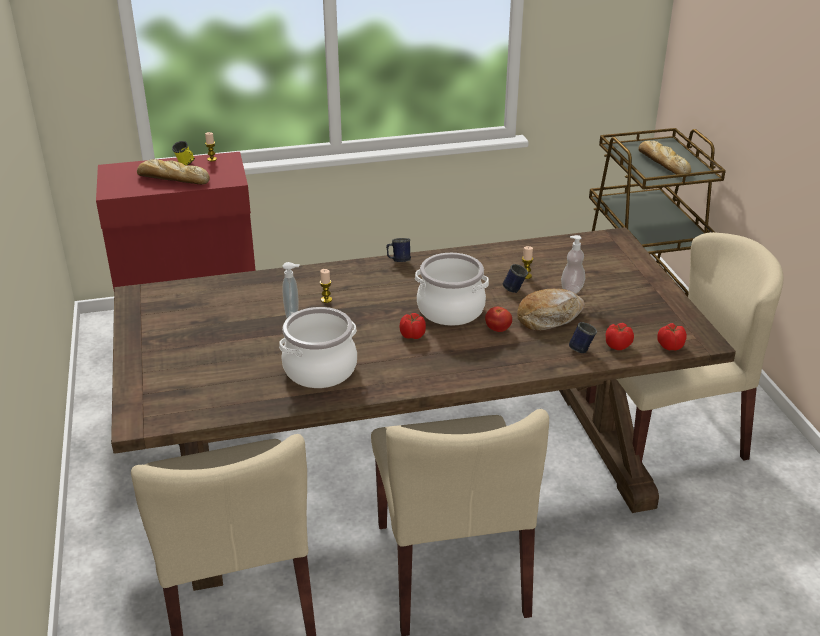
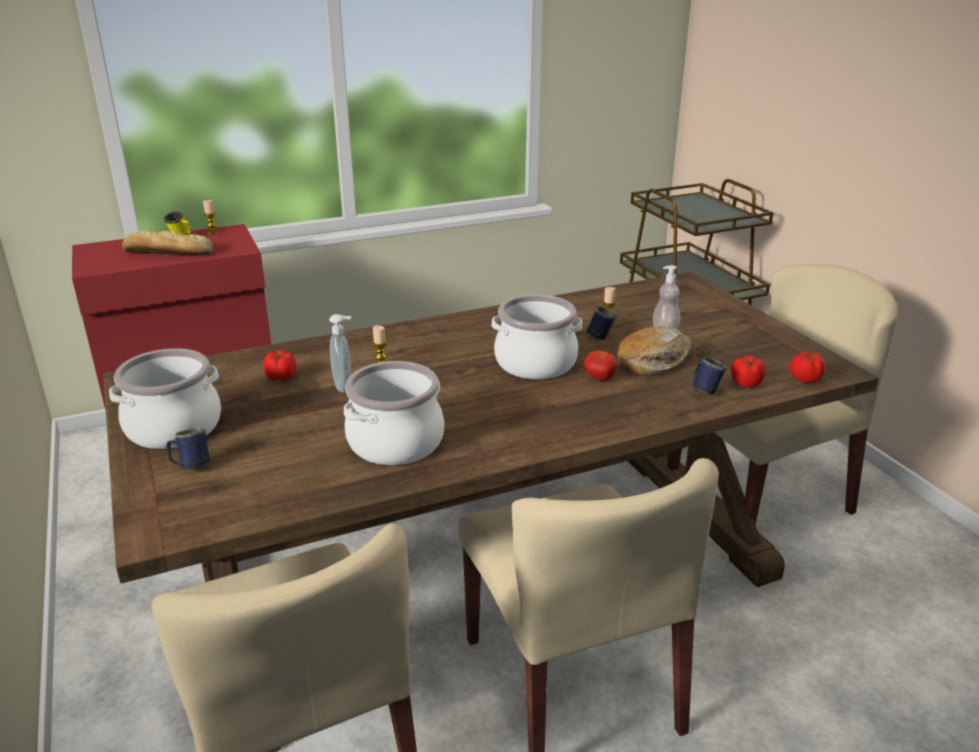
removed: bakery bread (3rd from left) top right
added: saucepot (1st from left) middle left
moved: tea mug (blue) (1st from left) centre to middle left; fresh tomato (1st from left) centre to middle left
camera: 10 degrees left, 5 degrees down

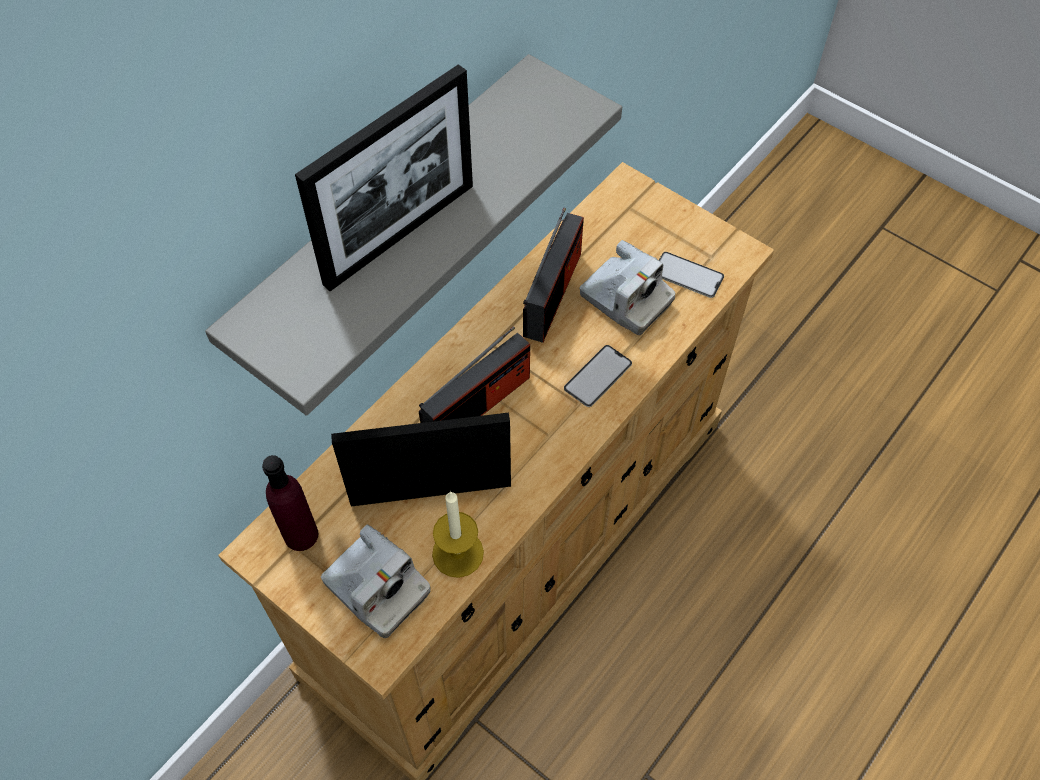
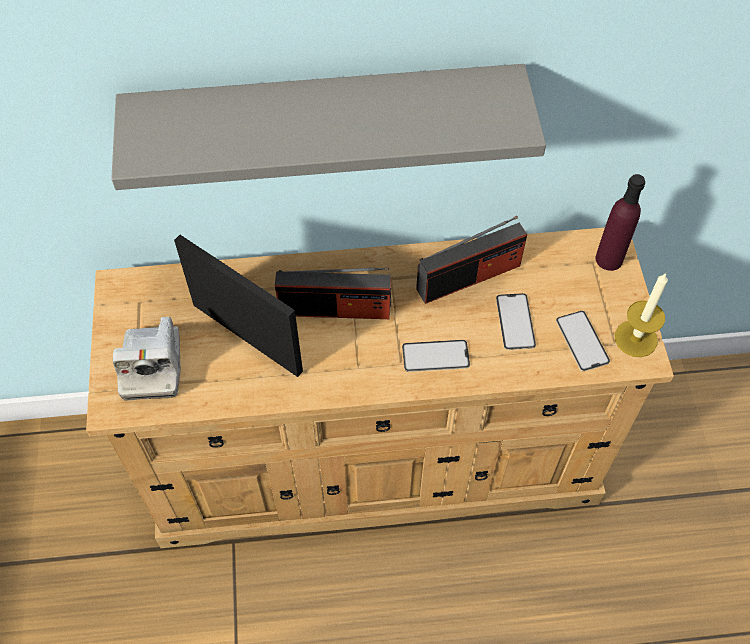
removed: photo frame (1st from left) top centre
moved: beverage bottle (purple) middle left to middle right; wax candle bottom centre to middle right
replaced: still camera (2nd from left) centre to phone (2nd from left) middle right
camera: 45 degrees right, 0 degrees up

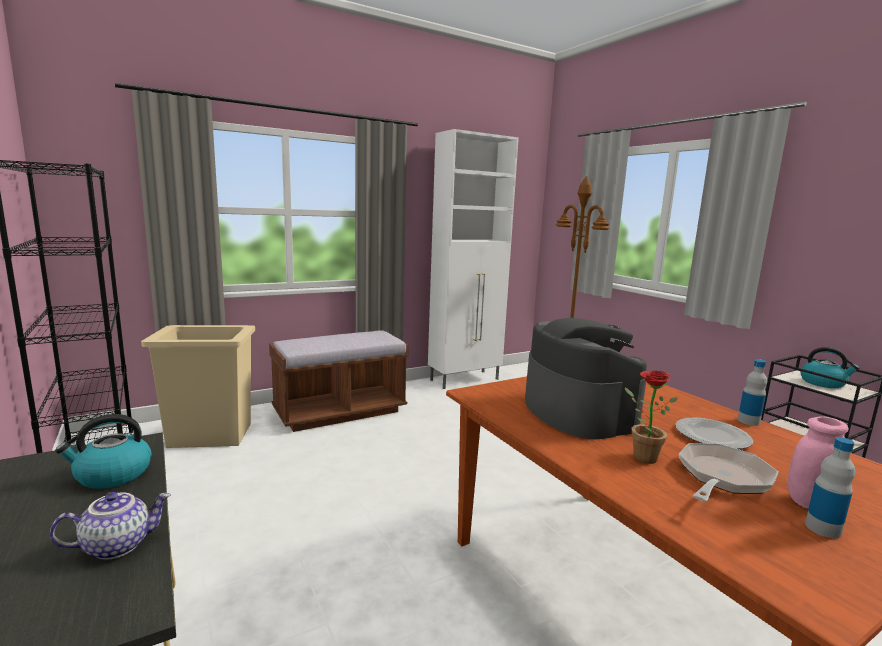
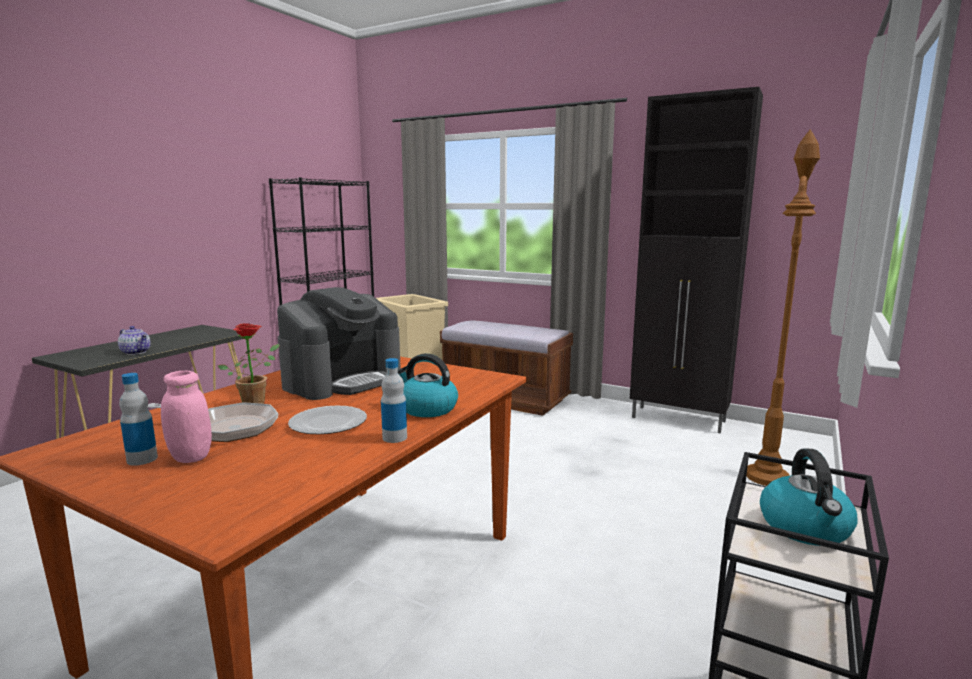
moved: kettle (1st from left) bottom left to centre
recoloured: cupboard (white) centre to cupboard (blackish) middle right
camera: 60 degrees right, 0 degrees up

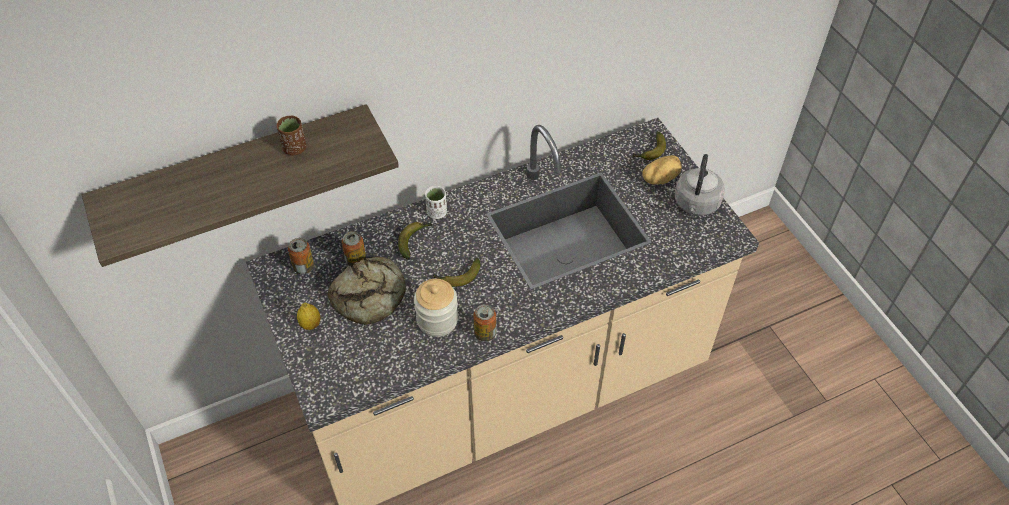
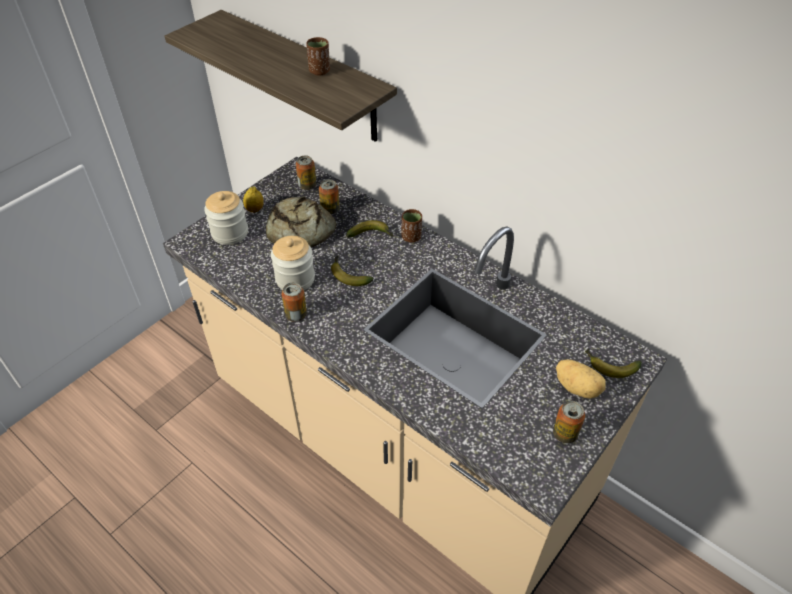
added: jar (1st from left) middle left
replaced: kettle (grey) middle right to sealed can (4th from left) bottom right
recoloured: drinking cup (white) centre to drinking cup (brown) (2nd from left) centre
camera: 65 degrees right, 5 degrees down

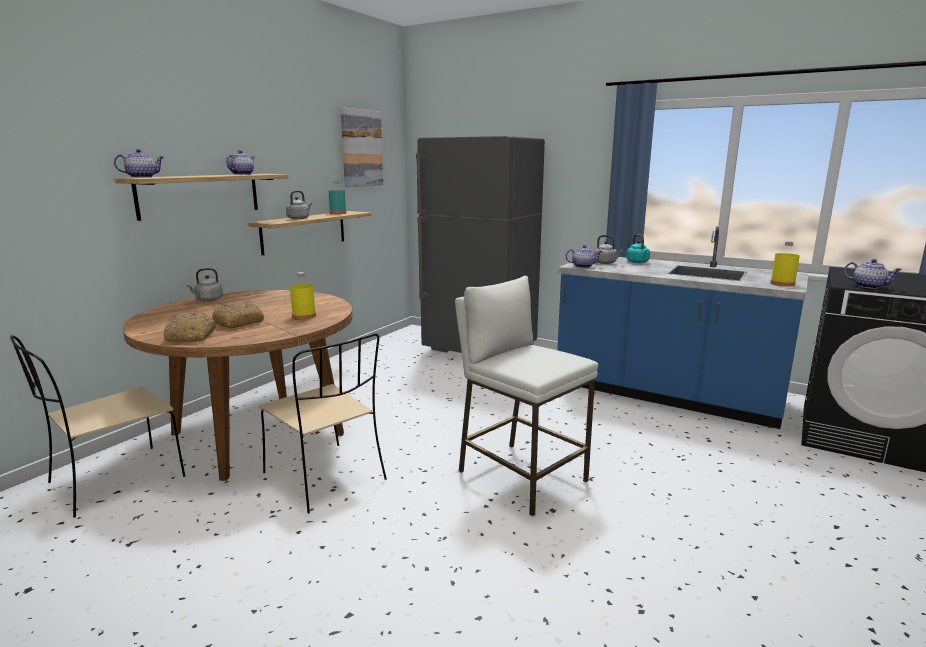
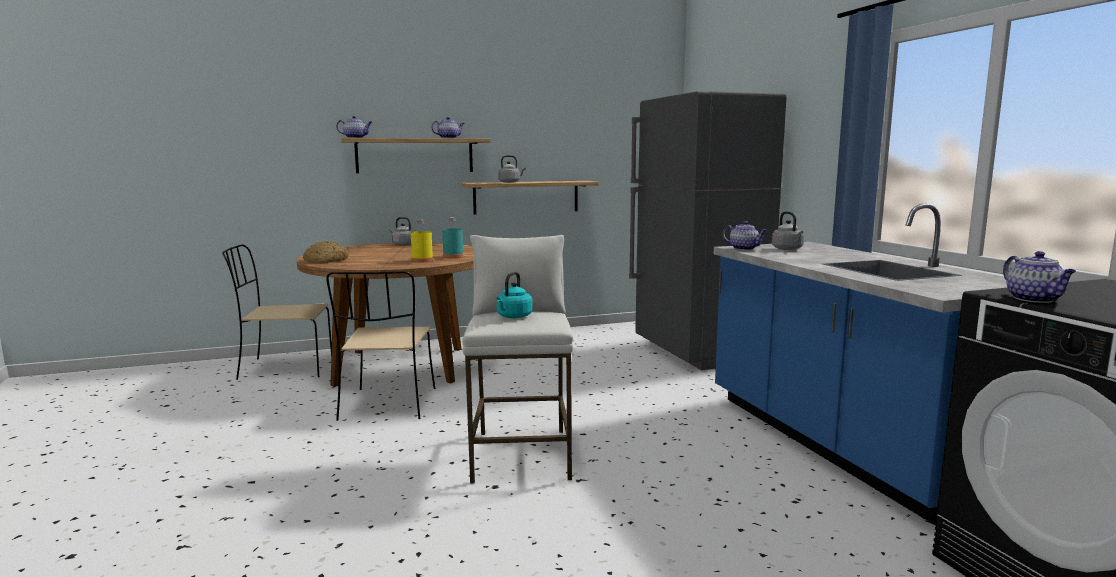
removed: bakery bread (2nd from left) middle left; picture top centre; beverage bottle (yellowish) (2nd from left) middle right
moved: beverage bottle (blue-green) top centre to centre; kettle (blue-green) middle right to centre
camera: 40 degrees right, 5 degrees down

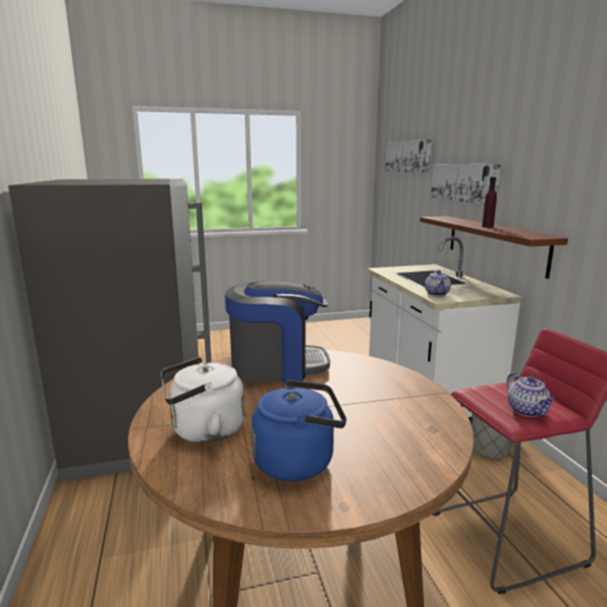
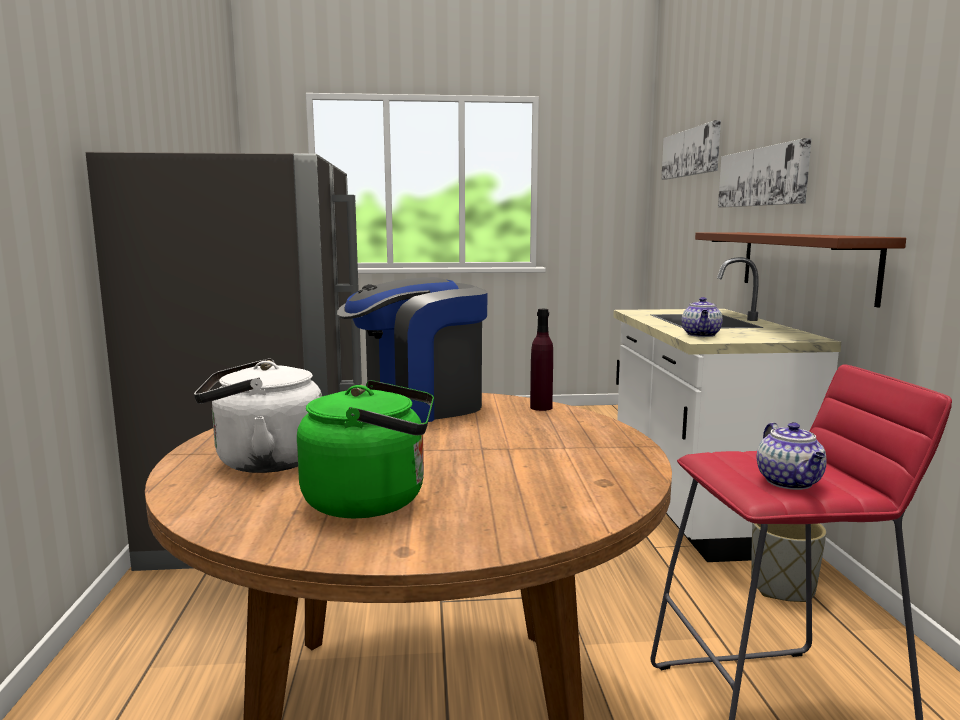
moved: beverage bottle (purple) top right to centre
recoloured: kettle (blue) bottom centre to kettle (green) centre
turned: coffee maker centre = centre 150 degrees clockwise
camera: 10 degrees right, 5 degrees down

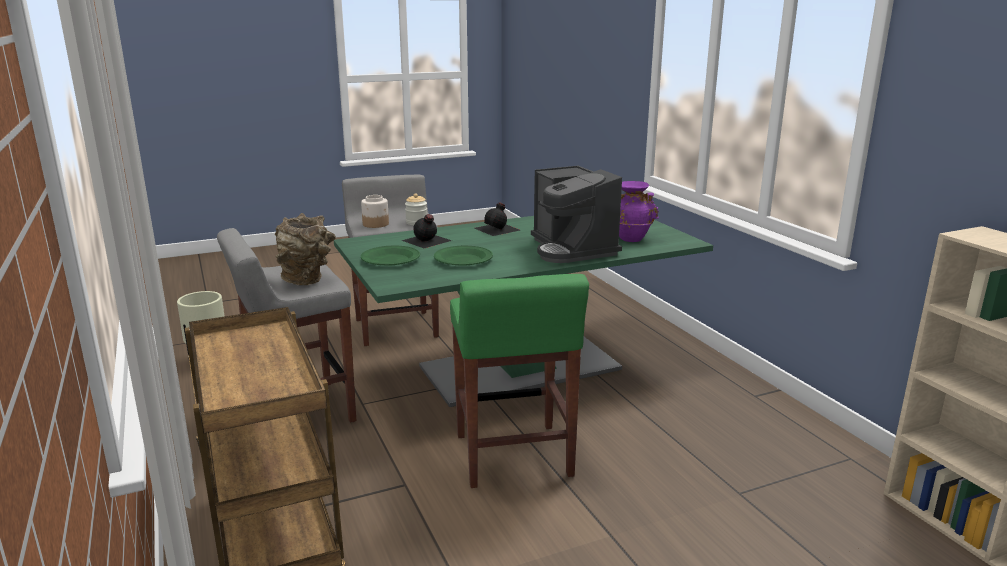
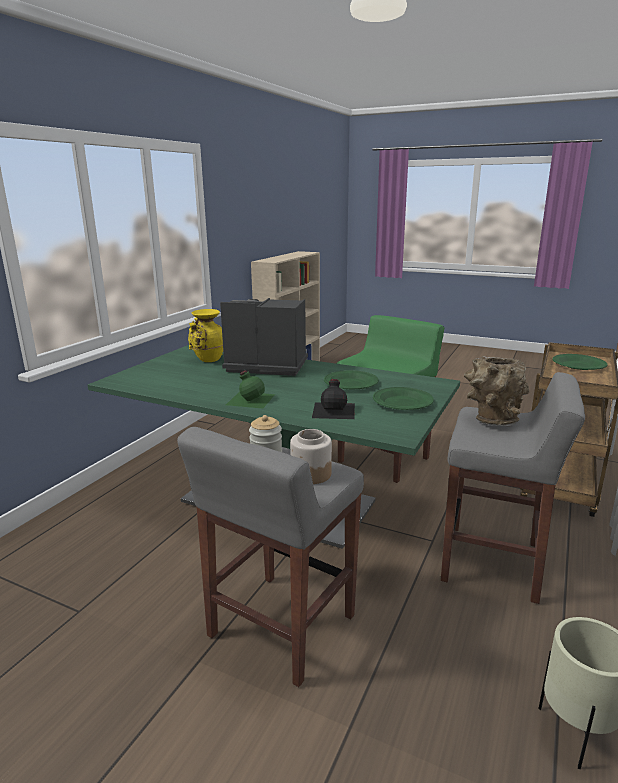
added: flat dish (green) (3rd from left) middle right
recoloured: flower vase (purple) centre to flower vase (yellowish) middle left; beverage bottle (blackish) (2nd from left) centre to beverage bottle (green) centre
turned: coffee maker centre = centre 105 degrees counterclockwise
camera: 130 degrees left, 0 degrees up

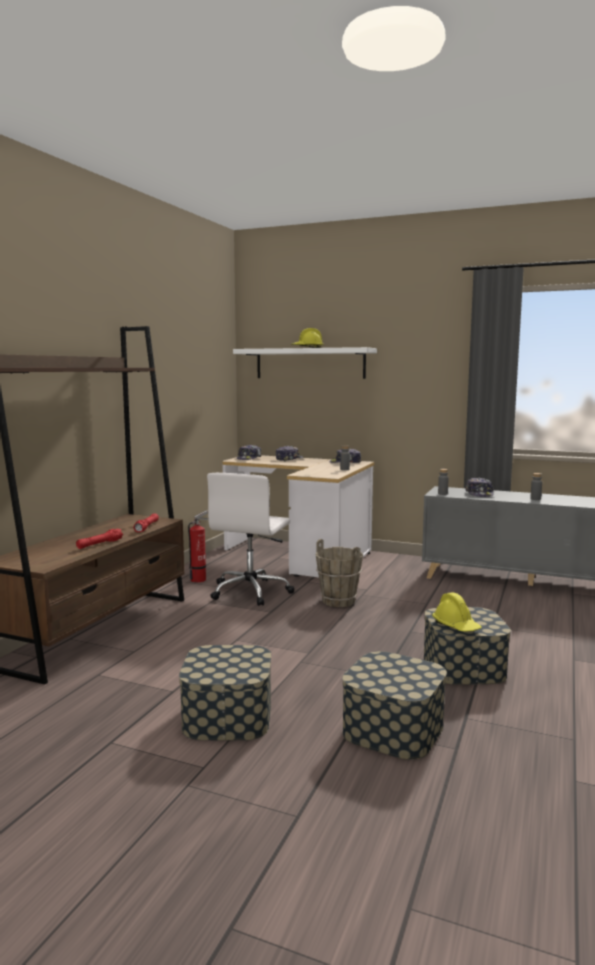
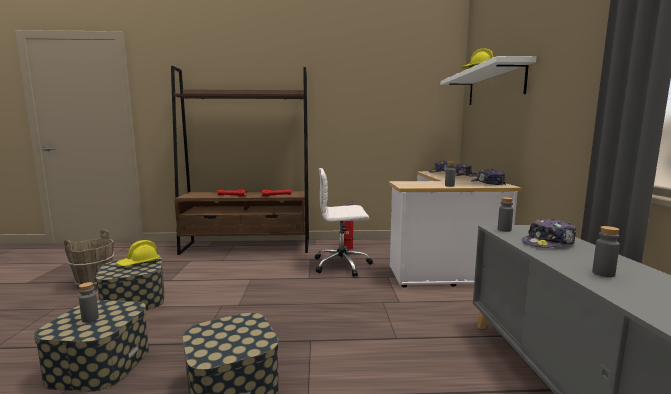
added: beverage bottle (grey) (1st from left) bottom left
moved: water bucket (brown) centre to middle left; work helmet (yellowish) (2nd from left in the first image) middle right to work helmet (yellowish) (1st from left) middle left
camera: 65 degrees right, 0 degrees up

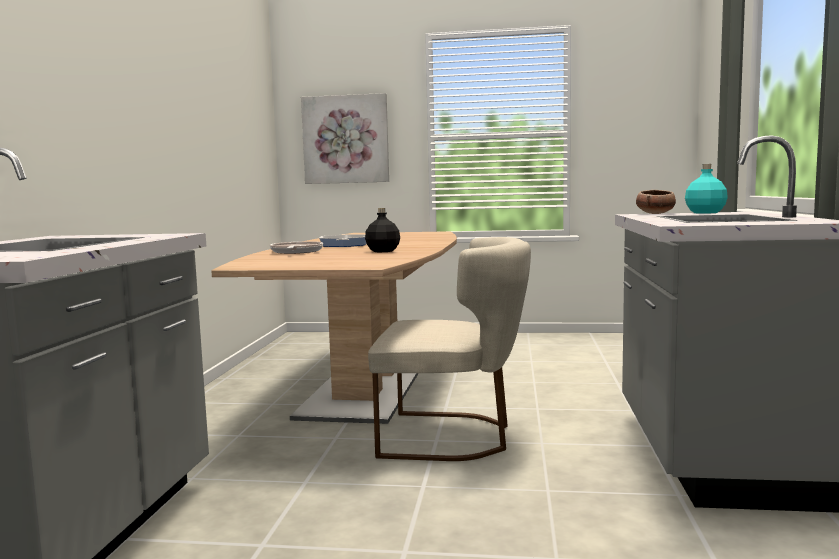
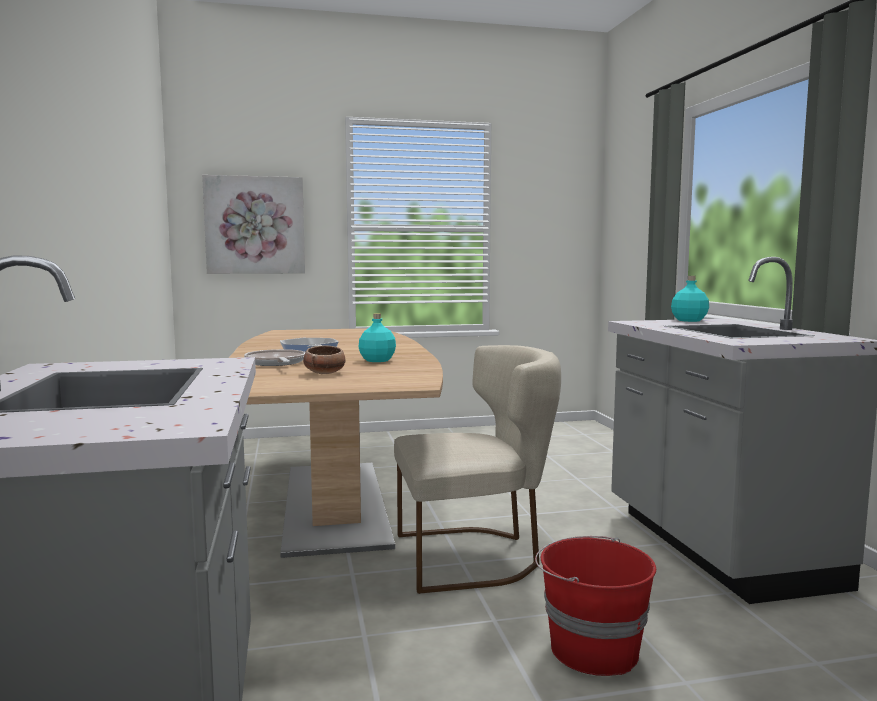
added: water bucket (red-coloured) bottom right
moved: serving bowl middle right to centre
recoloured: beverage bottle (blackish) centre to beverage bottle (blue-green) (1st from left) centre
camera: 20 degrees left, 0 degrees up

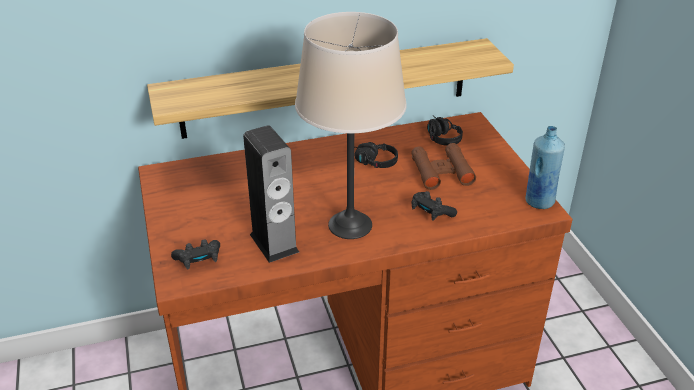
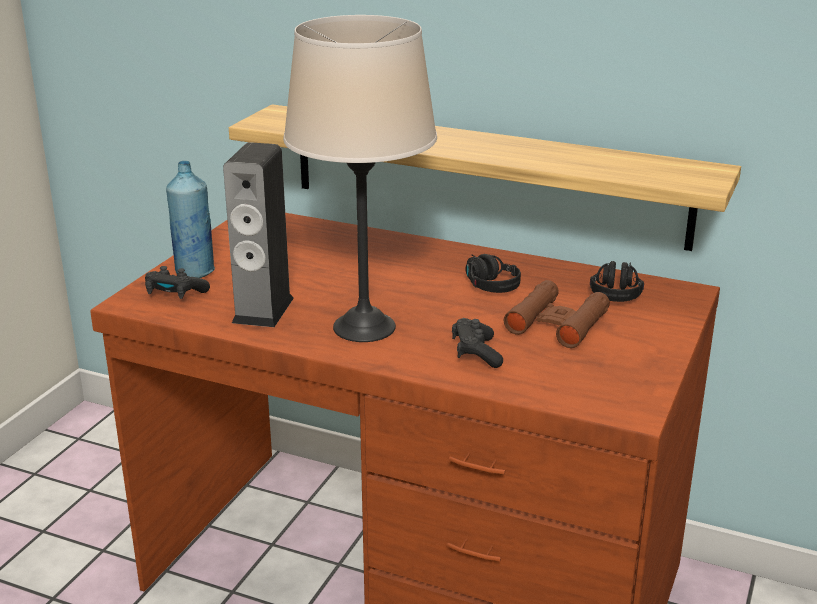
moved: beverage bottle (blue) middle right to middle left
camera: 40 degrees right, 10 degrees down

